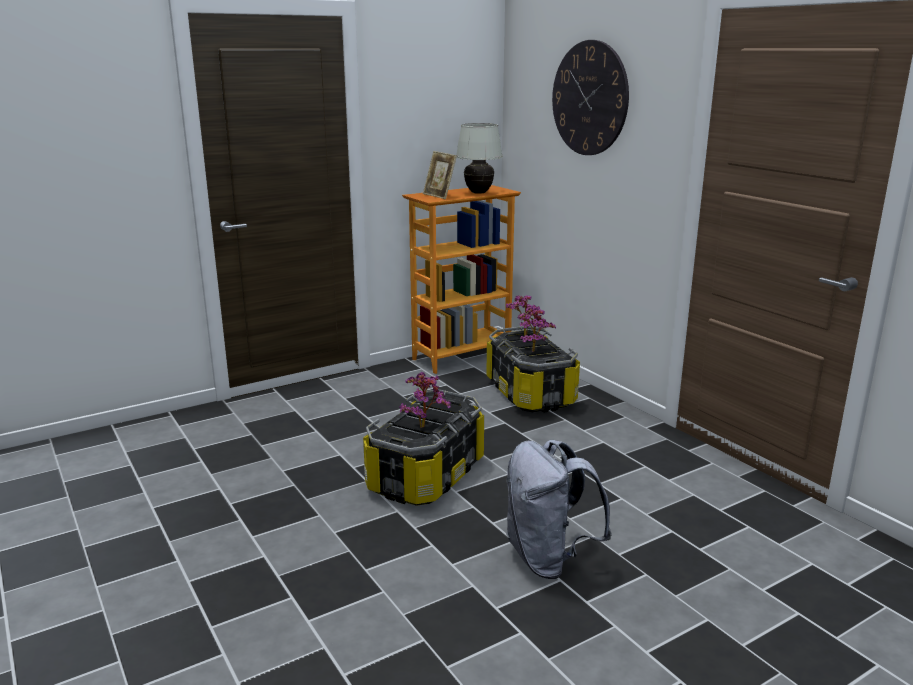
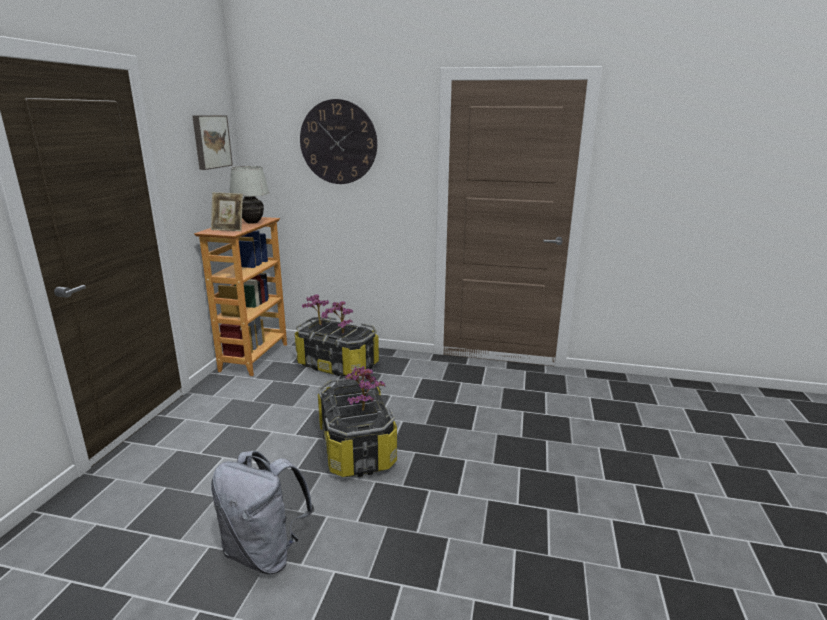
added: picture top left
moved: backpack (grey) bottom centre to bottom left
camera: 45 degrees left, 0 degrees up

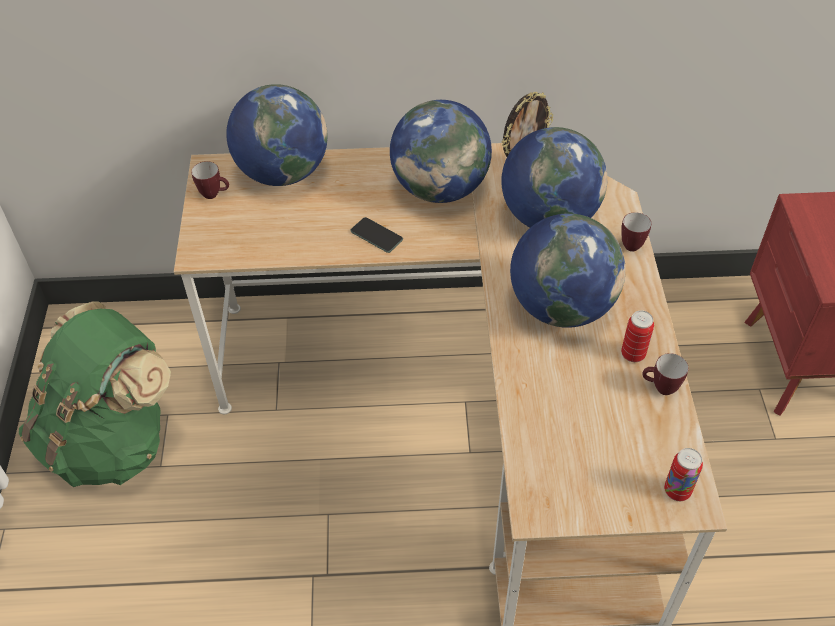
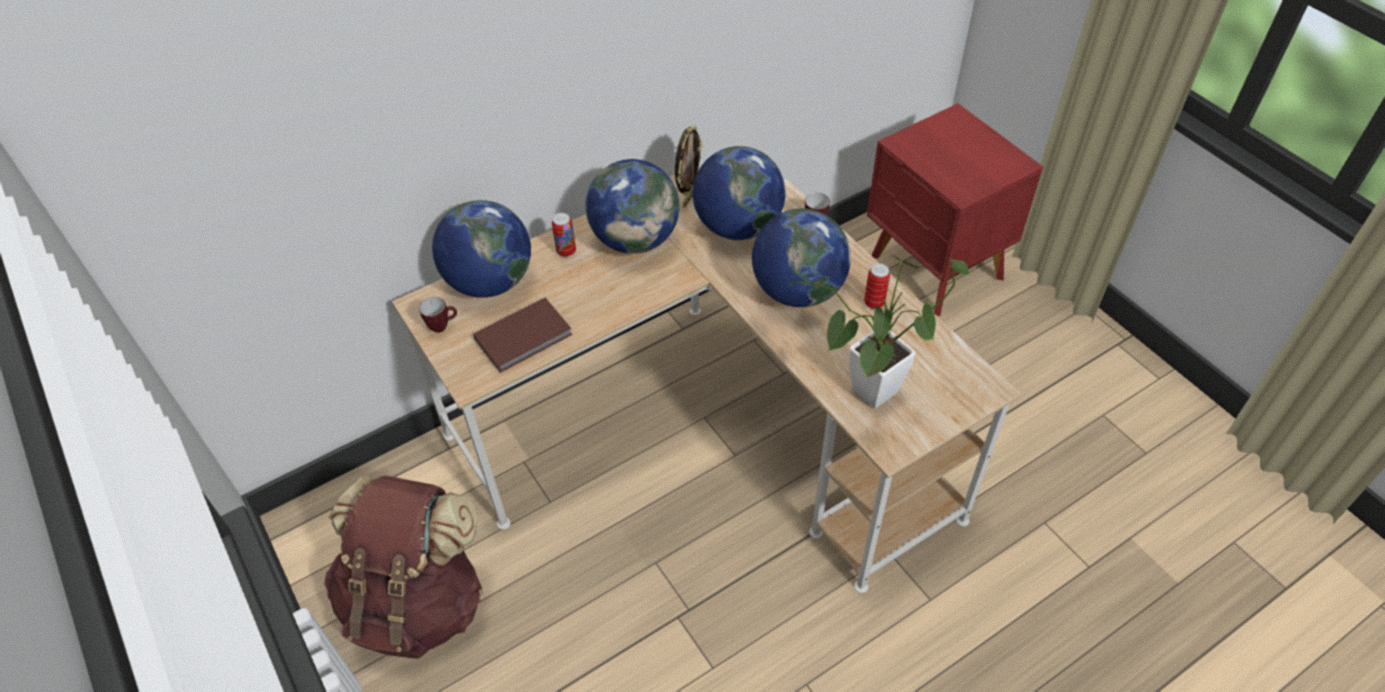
removed: phone centre; tea mug (3rd from left) middle right
added: book (brown) centre; potted plant centre
moved: sealed can (2nd from left in the first image) bottom right to sealed can (1st from left) centre
recoloured: backpack (green) middle left to backpack (brown) bottom left
camera: 30 degrees left, 0 degrees up

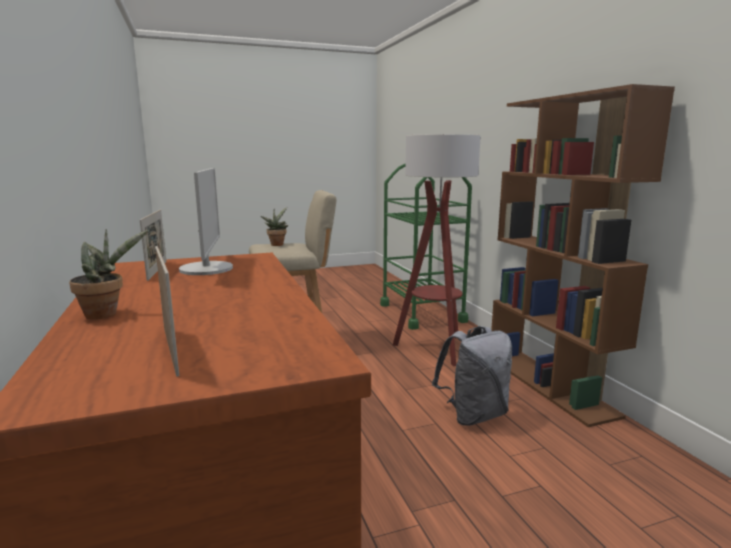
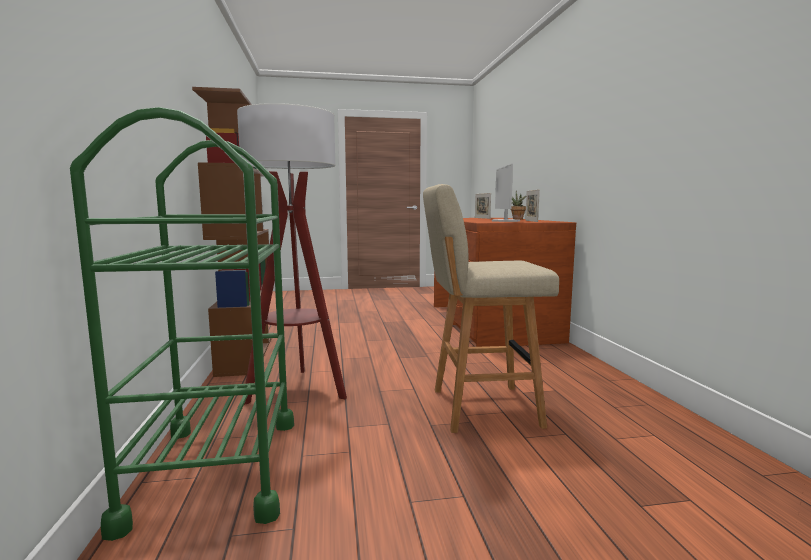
removed: potted plant (2nd from left) centre; backpack (grey) bottom centre
camera: 170 degrees left, 5 degrees down

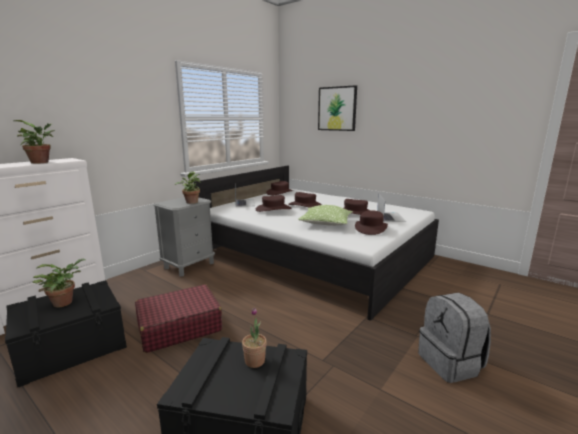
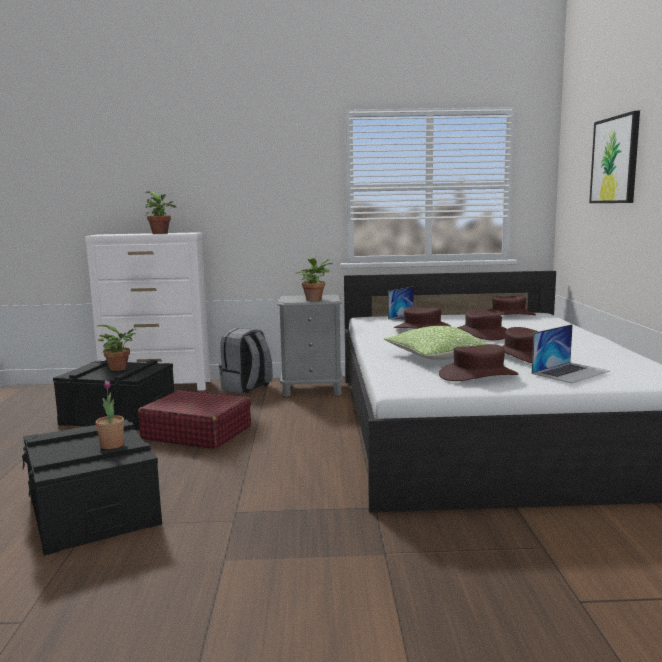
moved: backpack (grey) bottom right to centre
camera: 50 degrees right, 5 degrees down

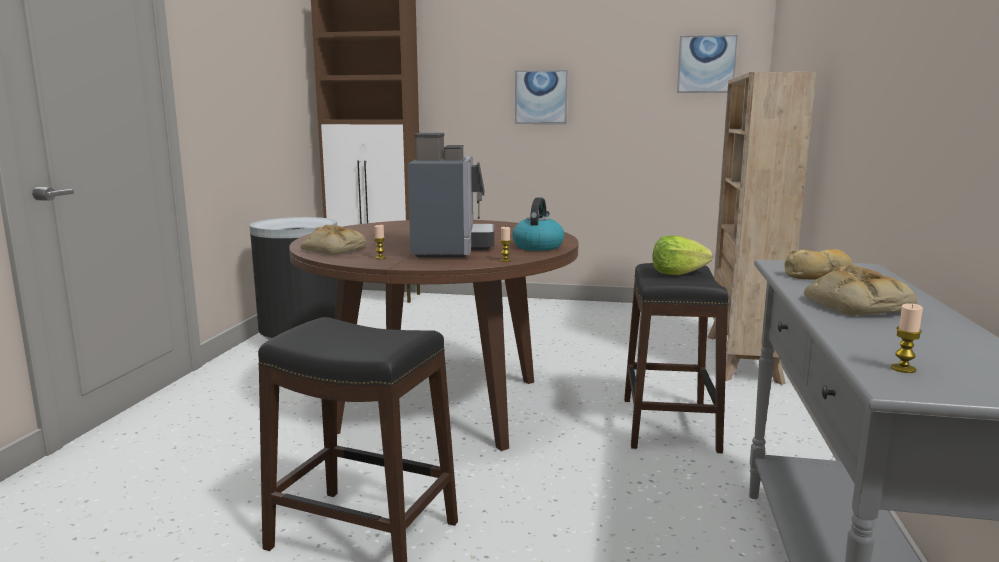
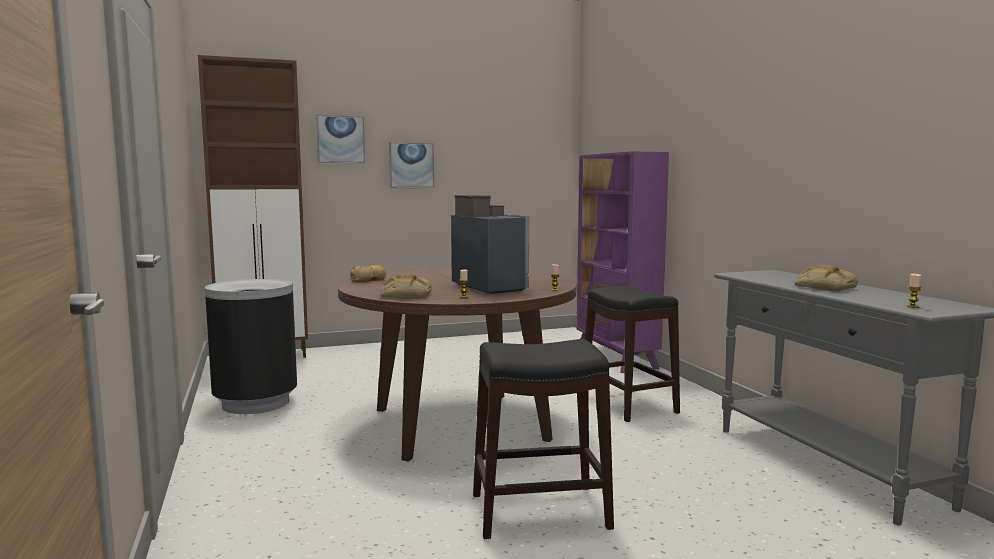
removed: kettle centre; head of lettuce middle right
moved: picture (2nd from left in the first image) top right to picture (1st from left) top centre; bakery bread (2nd from left in the first image) middle right to bakery bread (1st from left) centre
recoloured: shelving unit (beige-coloured) middle right to shelving unit (purple) centre
camera: 30 degrees left, 5 degrees down

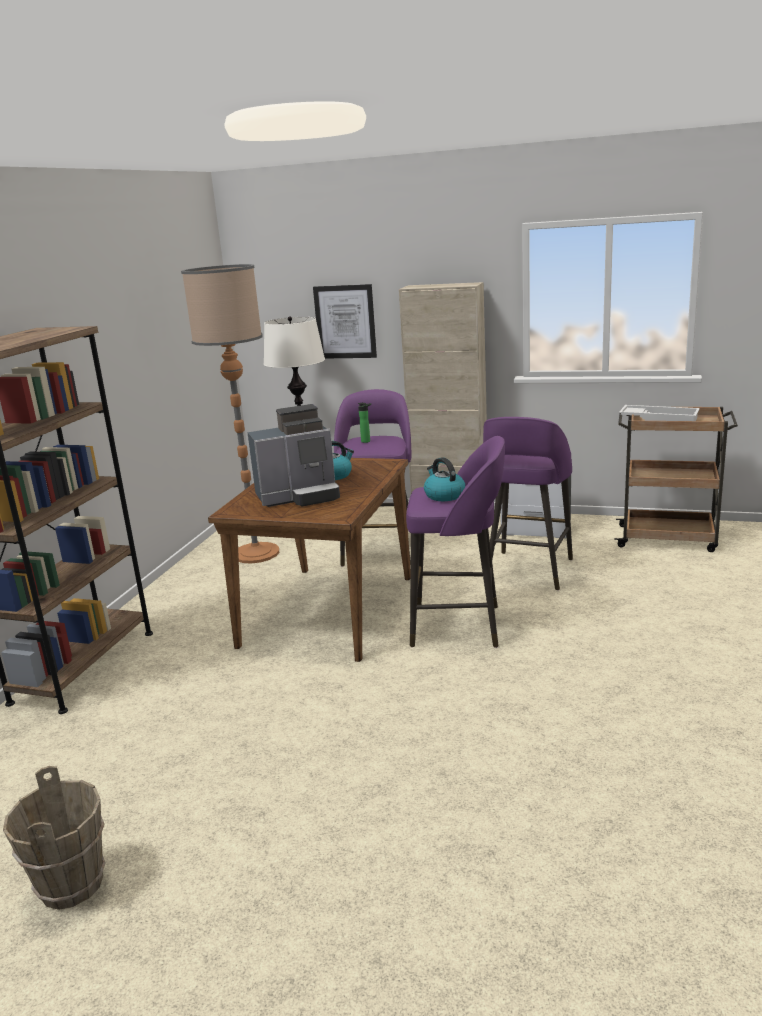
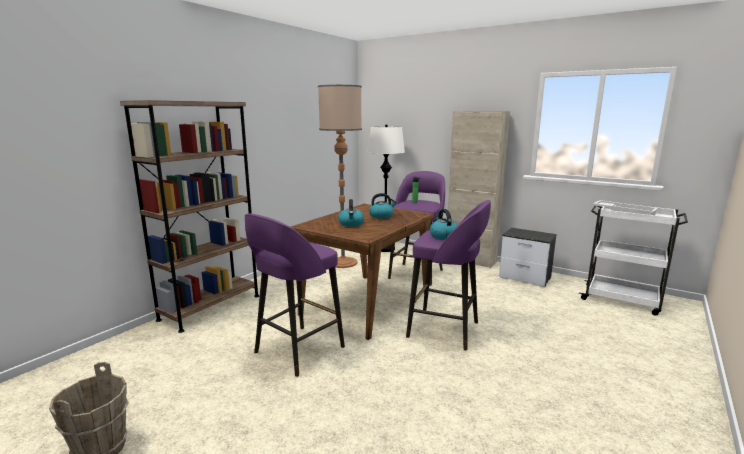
removed: picture top centre
moved: stool seat (purple) (3rd from left in the first image) middle right to stool seat (purple) (1st from left) centre
replaced: coffee maker centre to kettle (1st from left) centre
recoloured: wheeled cart (brown) middle right to wheeled cart (white) middle right
camera: 15 degrees right, 5 degrees down

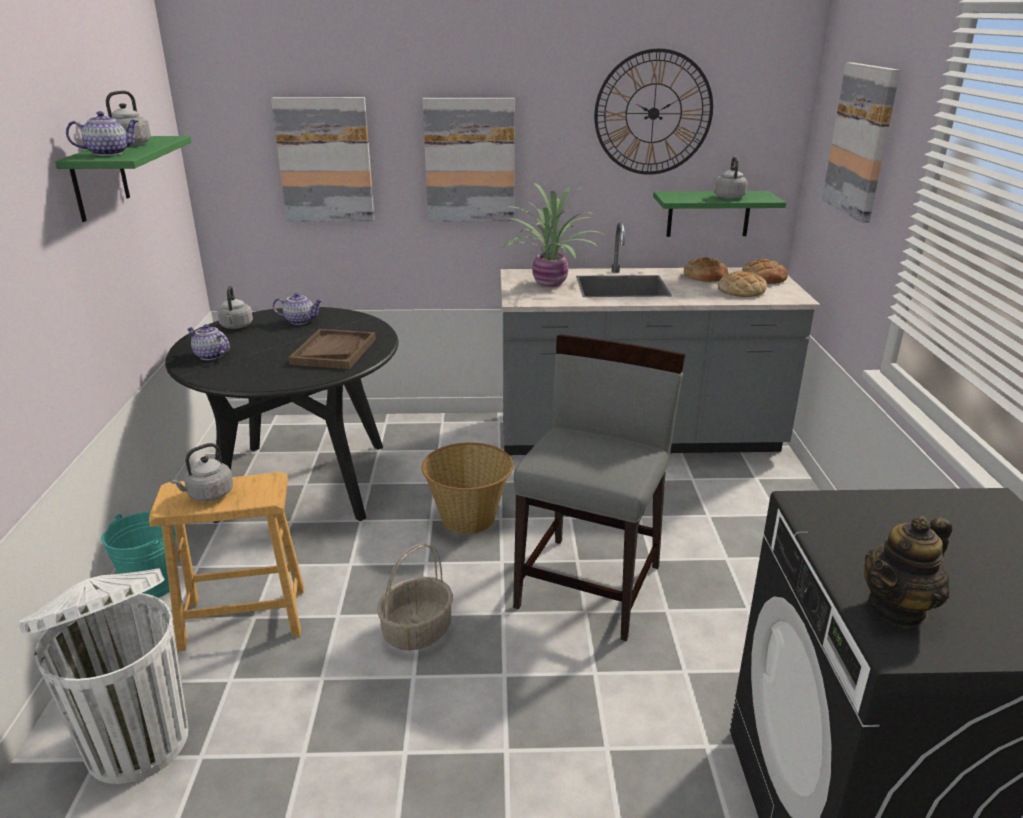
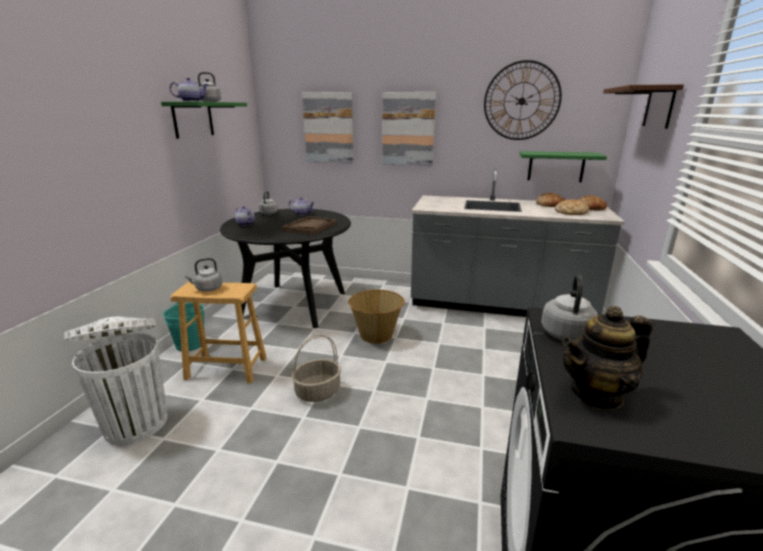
removed: potted plant top centre; plain chair (grey) centre
moved: kettle (grey) (4th from left) top right to middle right
replaced: picture (3rd from left) top right to wall shelf (brown) top right
camera: 15 degrees right, 5 degrees down

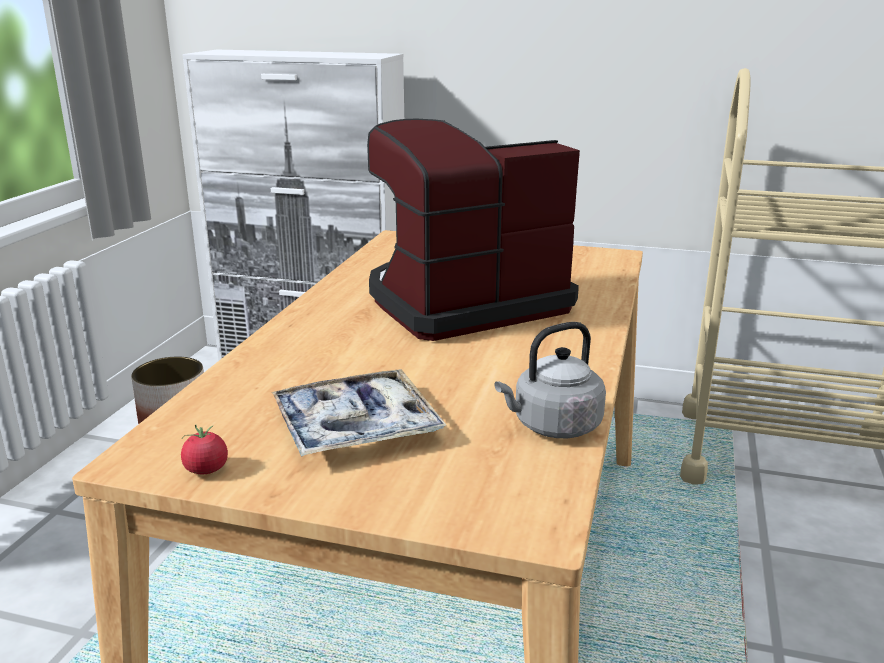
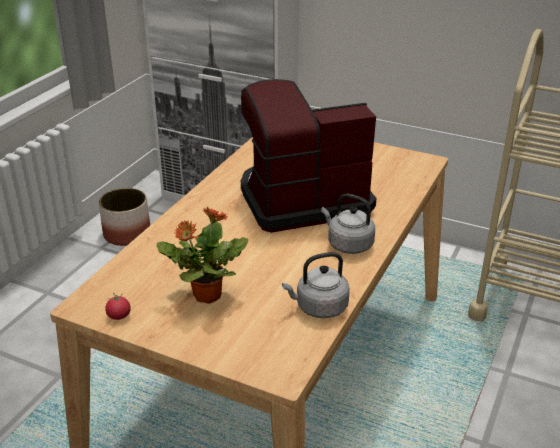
added: kettle (grey) (2nd from left) centre
replaced: carrying tray centre to potted plant centre
camera: 10 degrees right, 10 degrees up

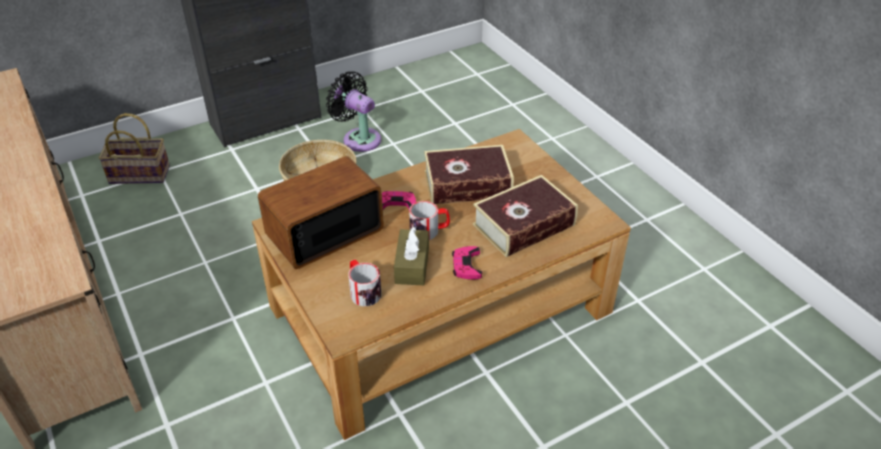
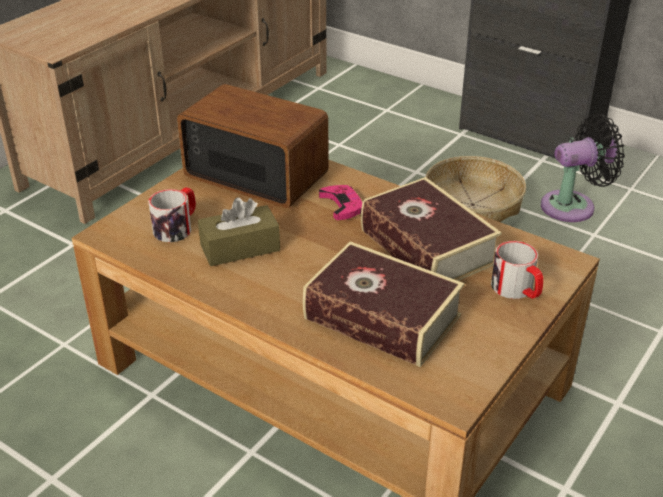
removed: basket (1st from left) top left; gamepad (pink-coloured) (2nd from left) centre
moved: tea mug (2nd from left) centre to middle right
turned: cooling fan (blackish) top centre = middle right 60 degrees clockwise
camera: 65 degrees right, 5 degrees down

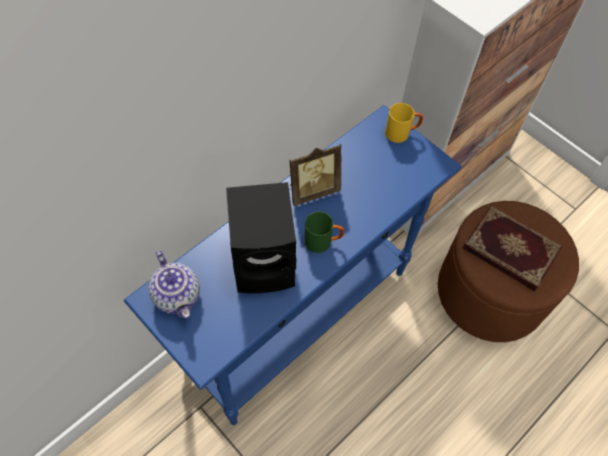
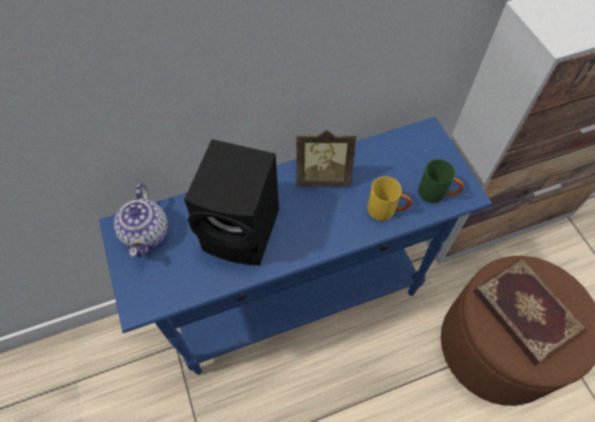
moved: tea mug (yellowish) top centre to centre; tea mug (green) centre to middle right
camera: 25 degrees right, 0 degrees up

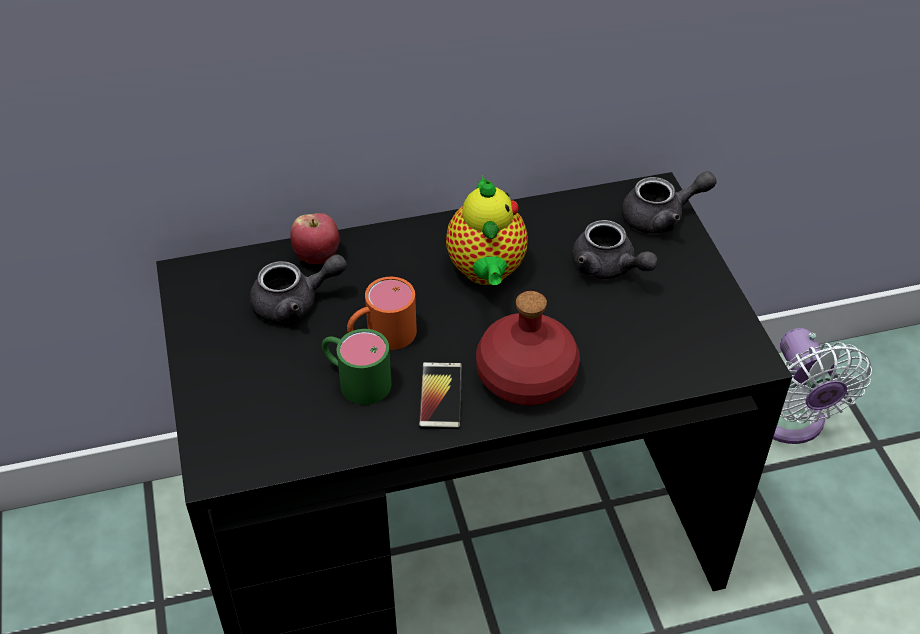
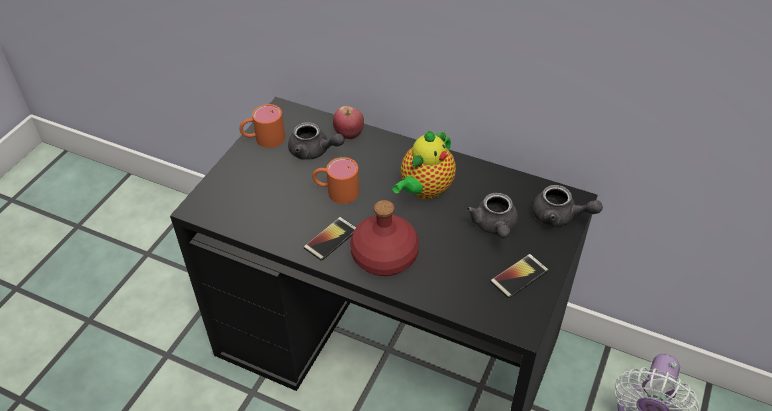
removed: tea mug (green) centre
added: tea mug (orangey) (1st from left) top centre; phone (2nd from left) bottom right
camera: 40 degrees right, 0 degrees up

